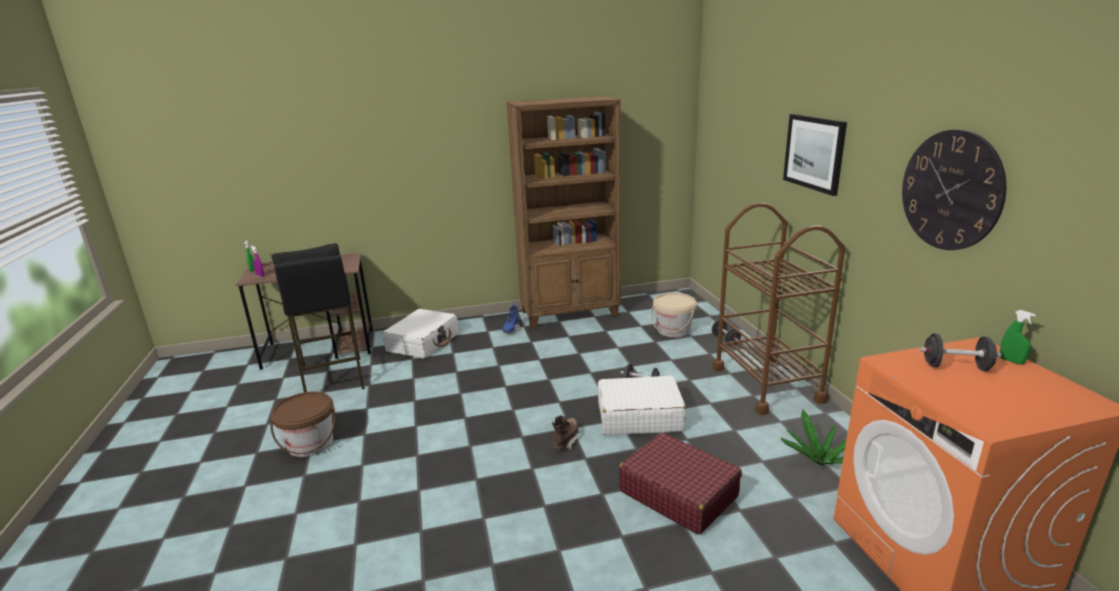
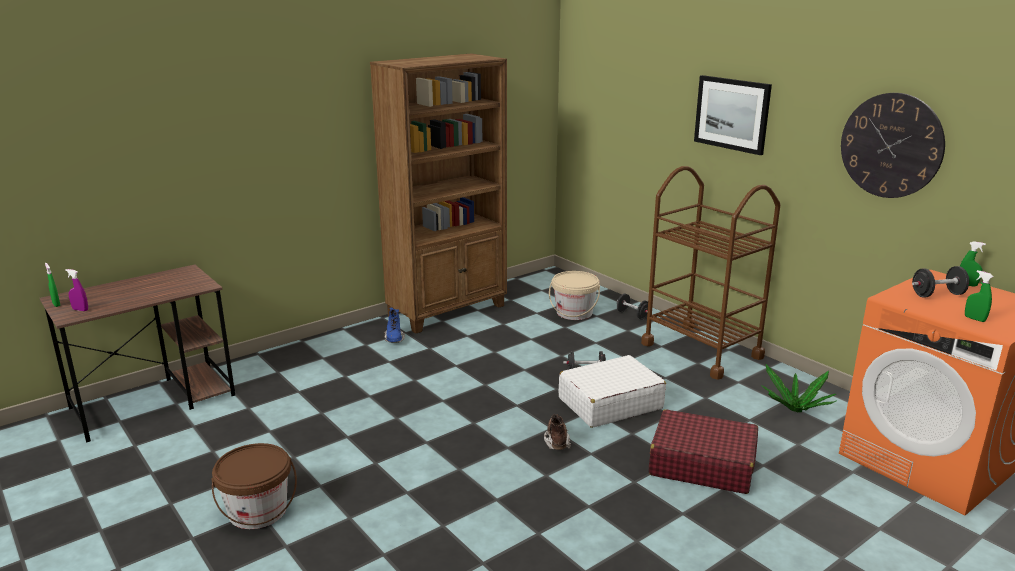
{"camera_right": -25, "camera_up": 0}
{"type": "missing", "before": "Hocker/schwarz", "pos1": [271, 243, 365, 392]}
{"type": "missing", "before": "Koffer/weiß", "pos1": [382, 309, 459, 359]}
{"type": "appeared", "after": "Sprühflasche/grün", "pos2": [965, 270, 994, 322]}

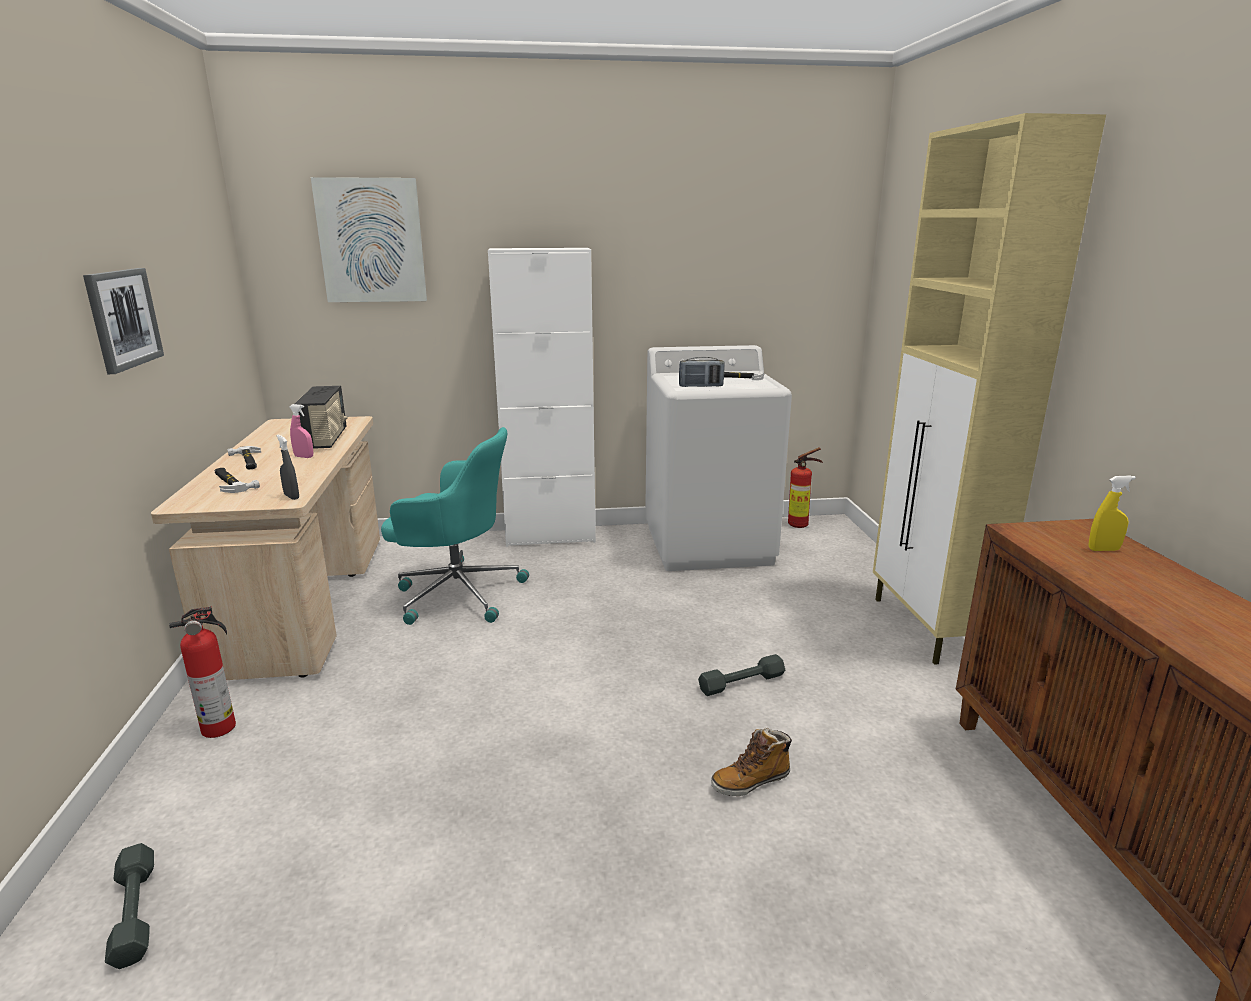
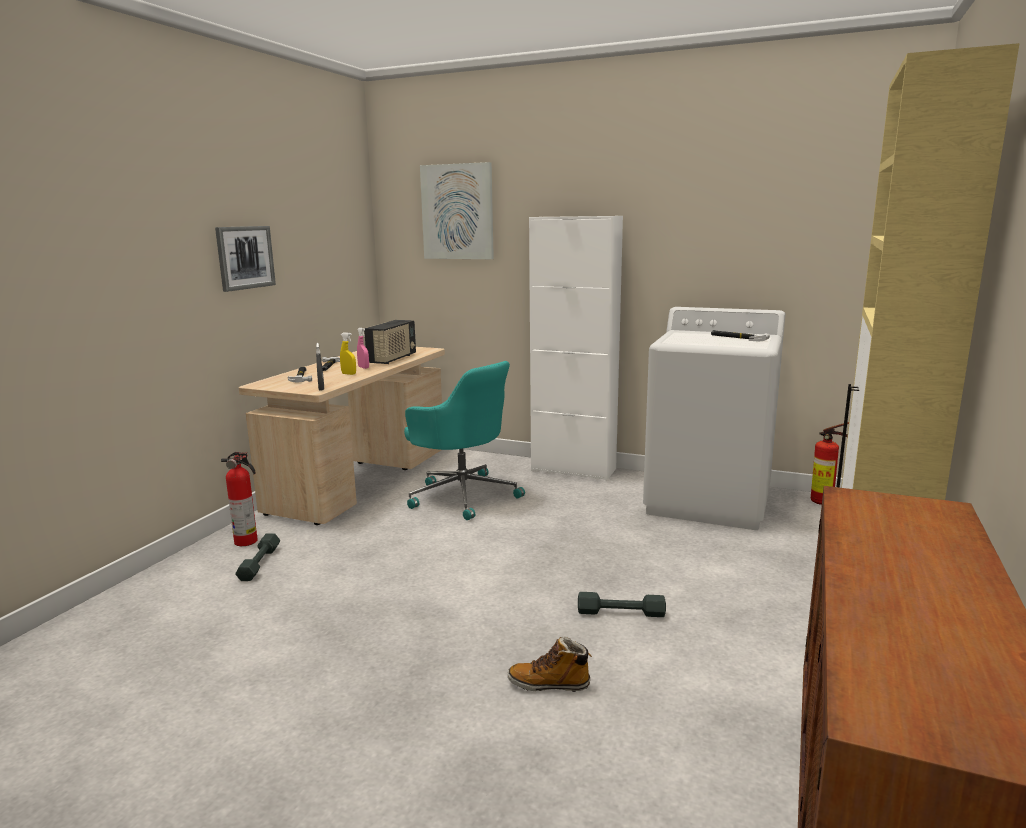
{"camera_right": 30, "camera_up": -5}
{"type": "missing", "before": "Radio", "pos1": [679, 357, 725, 387]}
{"type": "relocated", "before": "Hantel/grau", "pos1": [105, 843, 154, 969], "pos2": [235, 533, 280, 581]}
{"type": "relocated", "before": "Sprühflasche/gelb", "pos1": [1089, 475, 1136, 551], "pos2": [340, 332, 356, 375]}

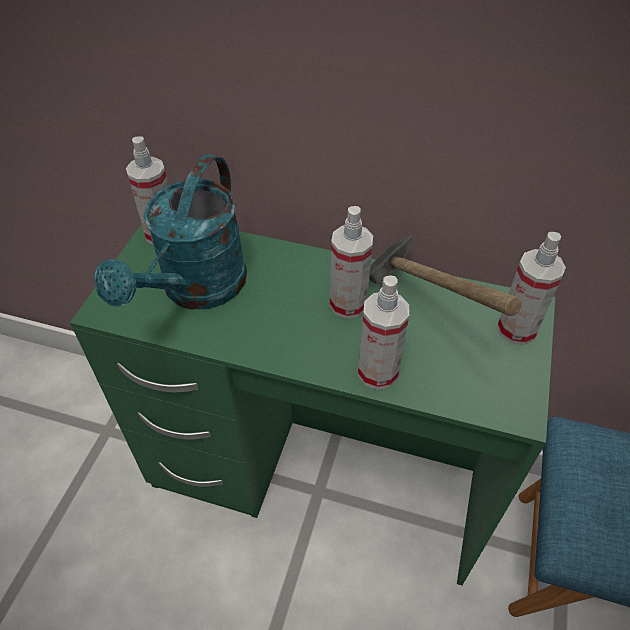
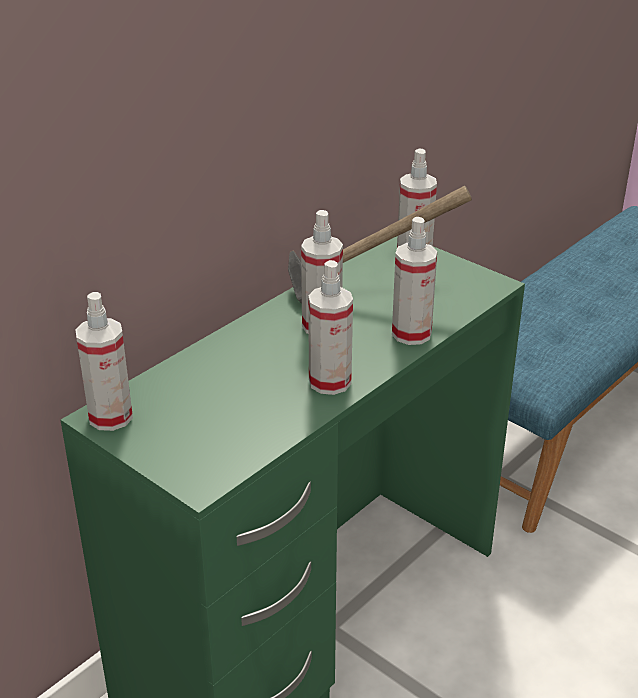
{"camera_right": -65, "camera_up": -15}
{"type": "missing", "before": "Gießkanne/türkis", "pos1": [94, 154, 247, 309]}
{"type": "appeared", "after": "Sprühflasche", "pos2": [308, 260, 353, 395]}

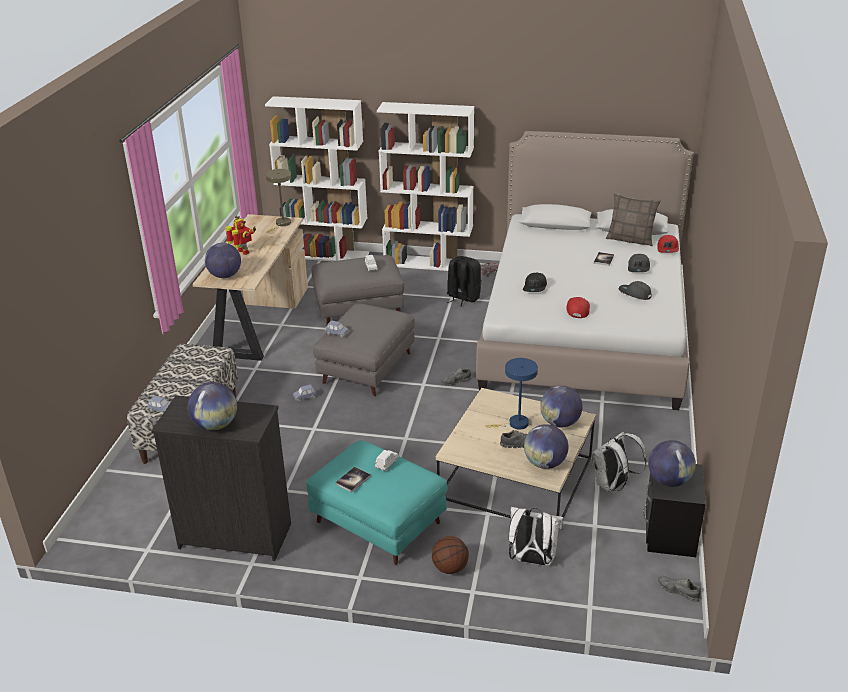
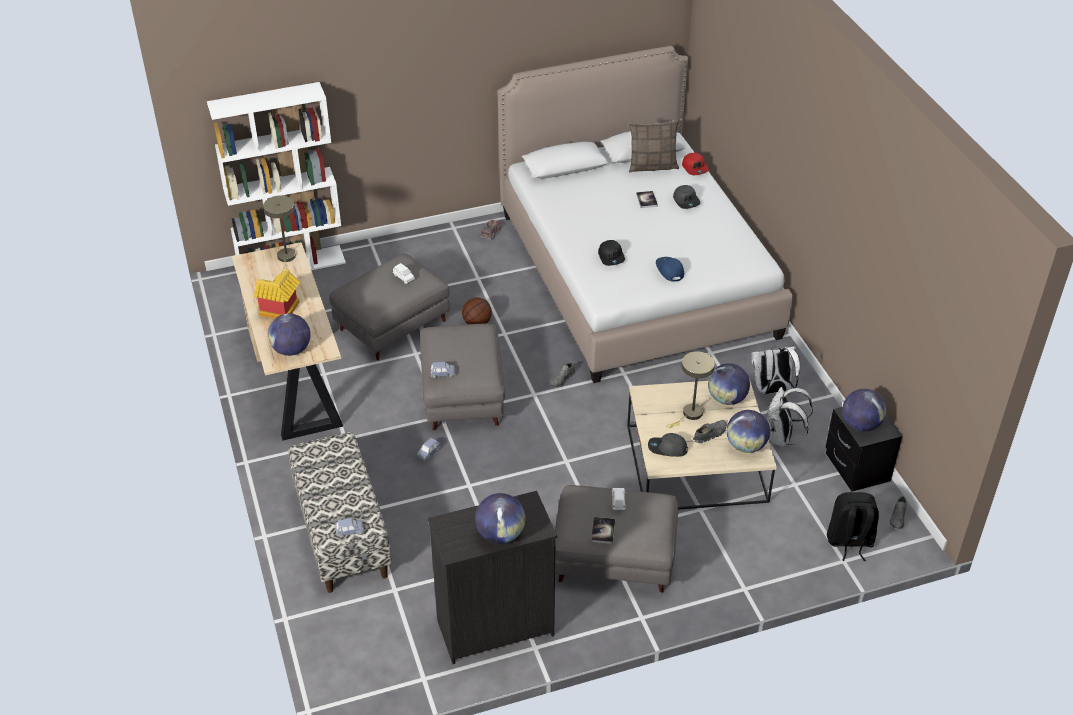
{"camera_right": -30, "camera_up": 10}
{"type": "missing", "before": "Bücherregal/weiß", "pos1": [377, 102, 474, 271]}
{"type": "relocated", "before": "Basketball", "pos1": [432, 536, 469, 574], "pos2": [462, 297, 492, 324]}
{"type": "relocated", "before": "Rucksack/schwarz", "pos1": [447, 256, 481, 307], "pos2": [827, 492, 879, 561]}
{"type": "relocated", "before": "Rucksack/weiß", "pos1": [508, 507, 563, 566], "pos2": [751, 346, 800, 394]}
{"type": "relocated", "before": "Kappe/grau", "pos1": [618, 281, 652, 300], "pos2": [648, 433, 688, 457]}
{"type": "exchanged", "before": "Spielzeugroboter", "after": "Spielzeughaus", "pos1": [225, 215, 256, 255], "pos2": [254, 270, 300, 319]}
{"type": "colour", "before": "Polsterhocker/türkis", "after": "Polsterhocker/grau", "pos1": [306, 440, 448, 565], "pos2": [555, 485, 678, 593]}
{"type": "colour", "before": "Tischlampe/blau", "after": "Tischlampe/beige", "pos1": [485, 358, 538, 429], "pos2": [666, 351, 715, 428]}
{"type": "colour", "before": "Kappe/rot", "after": "Kappe/blau", "pos1": [567, 297, 590, 318], "pos2": [656, 257, 684, 282]}
{"type": "spun", "before": "Schuh/grau", "pos1": [658, 575, 701, 602], "pos2": [890, 496, 907, 529], "turn": -75}

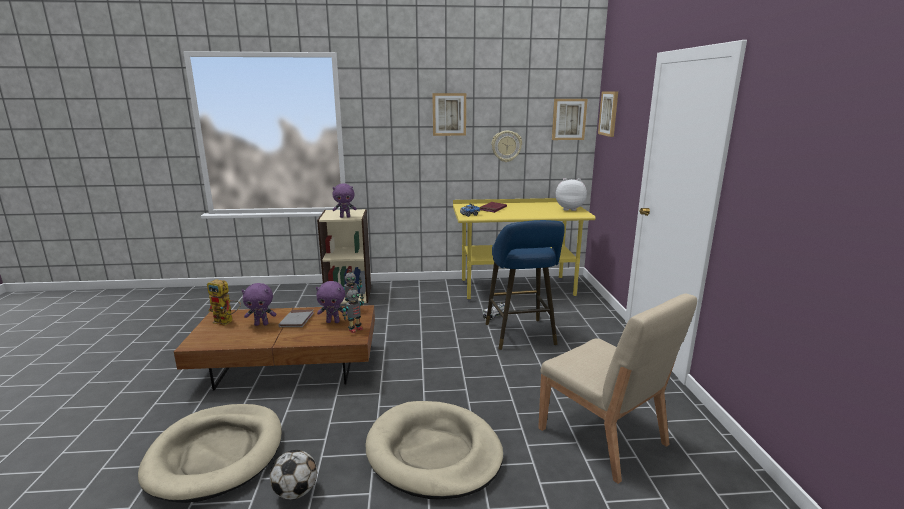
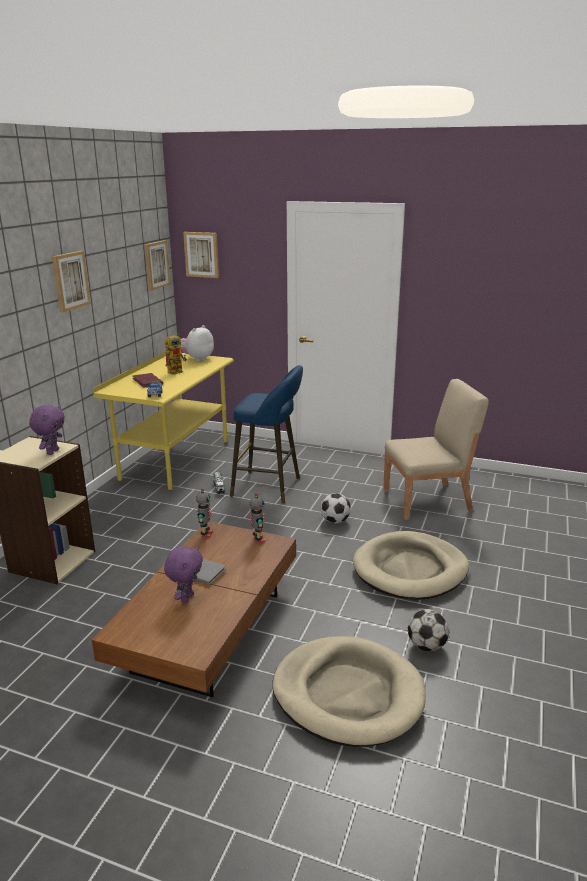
{"camera_right": -65, "camera_up": 5}
{"type": "missing", "before": "Plüschtier/lila", "pos1": [316, 281, 347, 323]}
{"type": "missing", "before": "Wanduhr", "pos1": [491, 131, 522, 162]}
{"type": "appeared", "after": "Fußball", "pos2": [321, 493, 351, 523]}
{"type": "relocated", "before": "Spielzeugroboter", "pos1": [207, 279, 241, 326], "pos2": [164, 334, 187, 375]}

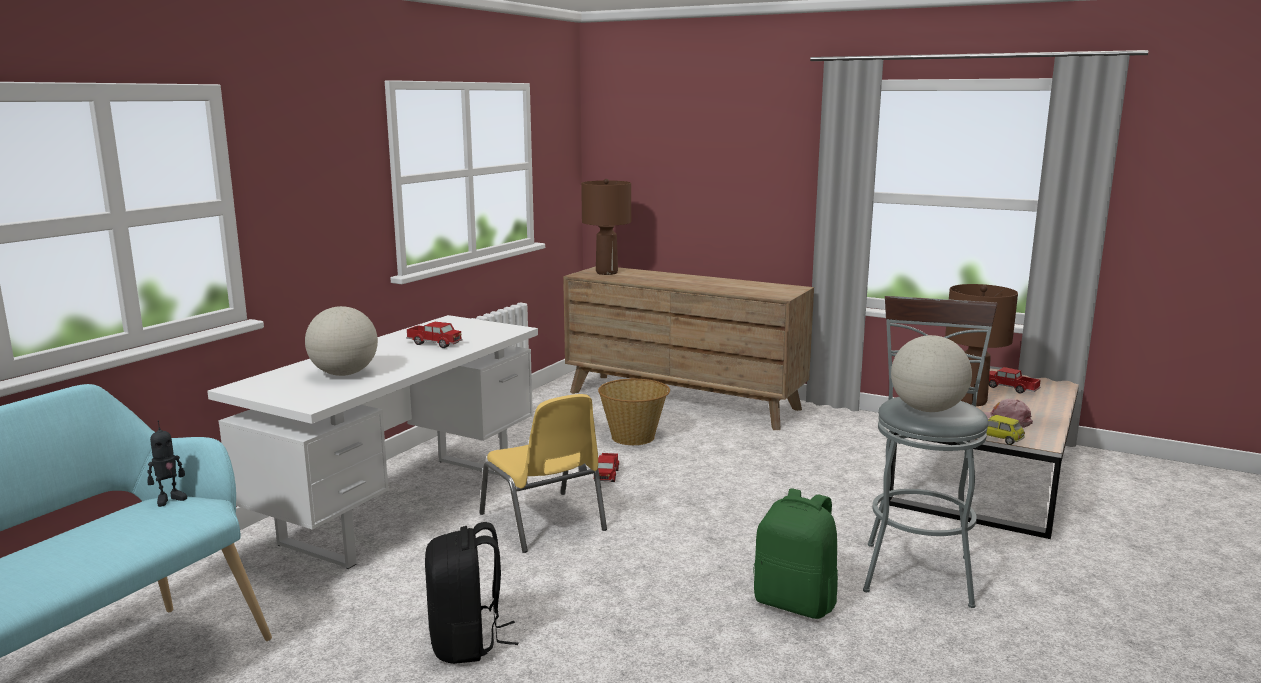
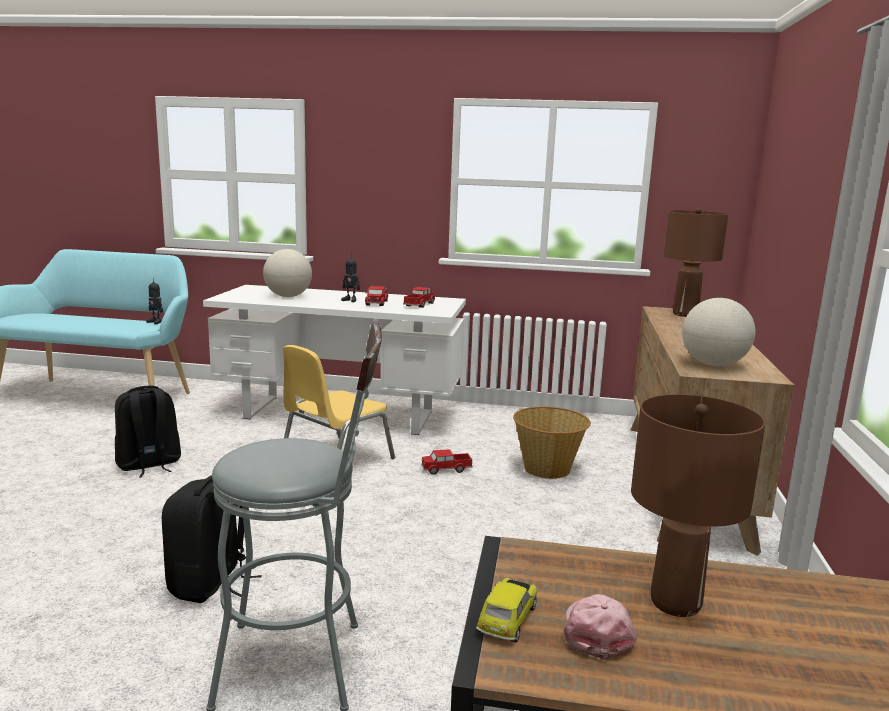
{"camera_right": 70, "camera_up": 0}
{"type": "appeared", "after": "Spielzeugroboter", "pos2": [341, 257, 360, 302]}
{"type": "relocated", "before": "Globus", "pos1": [891, 335, 972, 412], "pos2": [682, 298, 755, 366]}
{"type": "relocated", "before": "Spielzeuglaster", "pos1": [989, 367, 1041, 394], "pos2": [403, 287, 435, 308]}
{"type": "colour", "before": "Rucksack/grün", "after": "Rucksack/schwarz", "pos1": [753, 489, 838, 619], "pos2": [162, 475, 262, 603]}

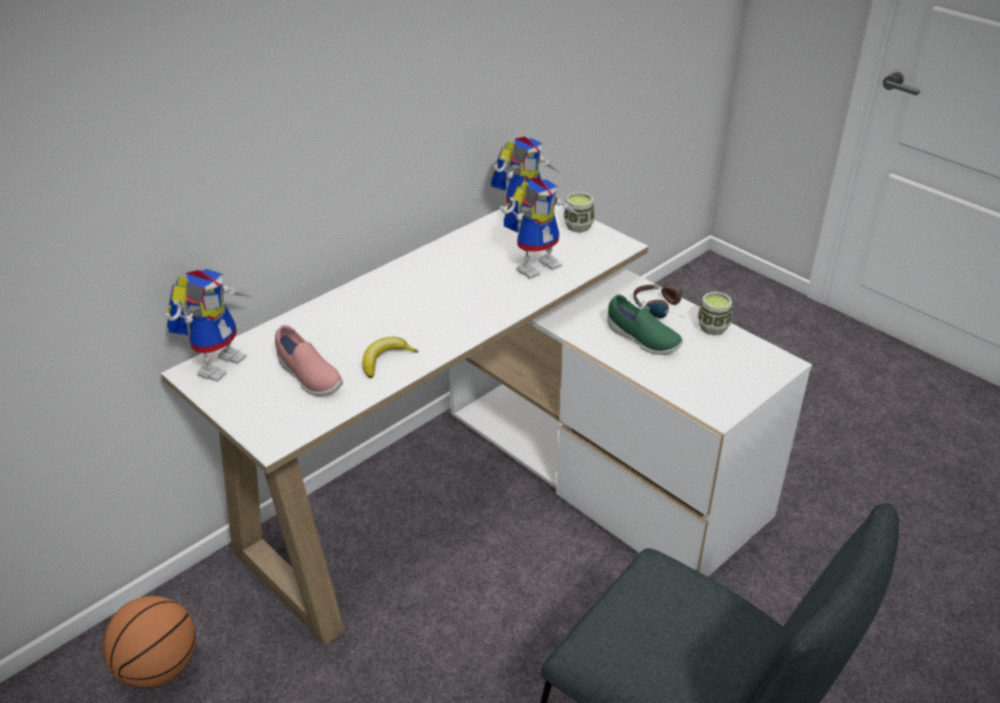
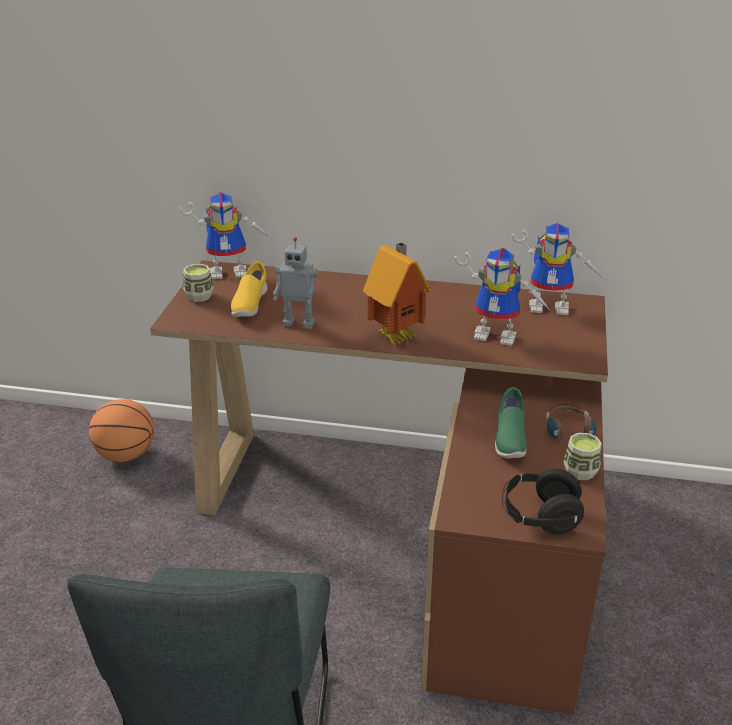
{"camera_right": 55, "camera_up": -5}
{"type": "appeared", "after": "Spielzeughaus", "pos2": [363, 242, 431, 345]}
{"type": "appeared", "after": "Kopfhörer/schwarz", "pos2": [502, 468, 584, 534]}
{"type": "relocated", "before": "Tasse", "pos1": [563, 192, 594, 233], "pos2": [183, 264, 214, 302]}
{"type": "exchanged", "before": "Banane", "after": "Spielzeugroboter", "pos1": [362, 337, 418, 378], "pos2": [273, 237, 318, 329]}
{"type": "colour", "before": "Schreibtisch/weiß", "after": "Schreibtisch/braun", "pos1": [161, 204, 812, 645], "pos2": [150, 260, 608, 715]}
{"type": "colour", "before": "Schuh/rosa", "after": "Schuh/gelb", "pos1": [275, 325, 343, 396], "pos2": [231, 261, 268, 317]}

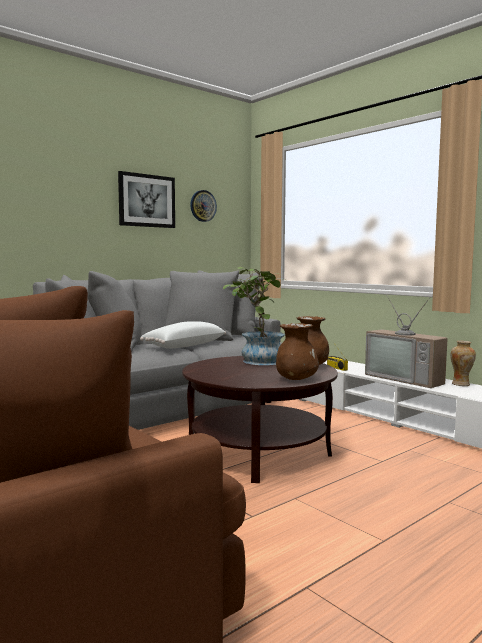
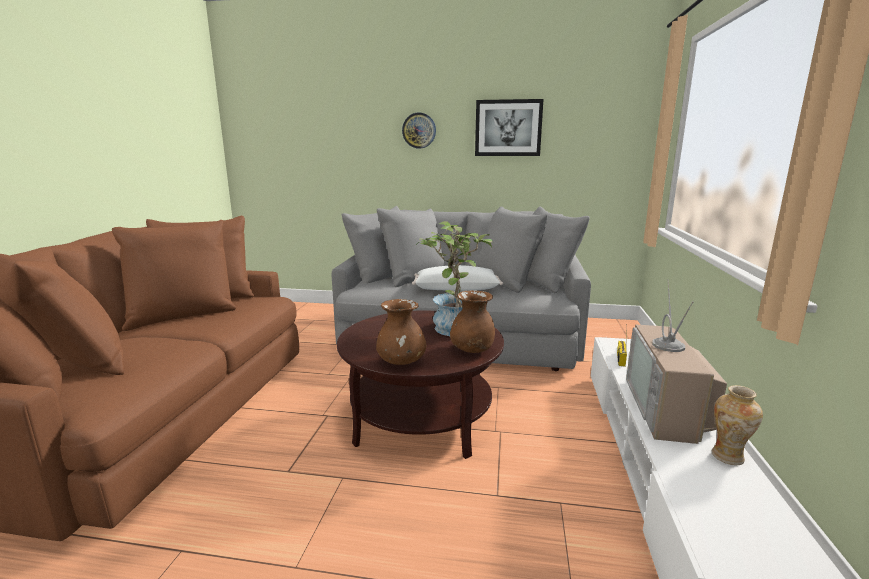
{"camera_right": 50, "camera_up": 10}
{"type": "relocated", "before": "Wanduhr", "pos1": [190, 190, 217, 222], "pos2": [402, 113, 436, 148]}

